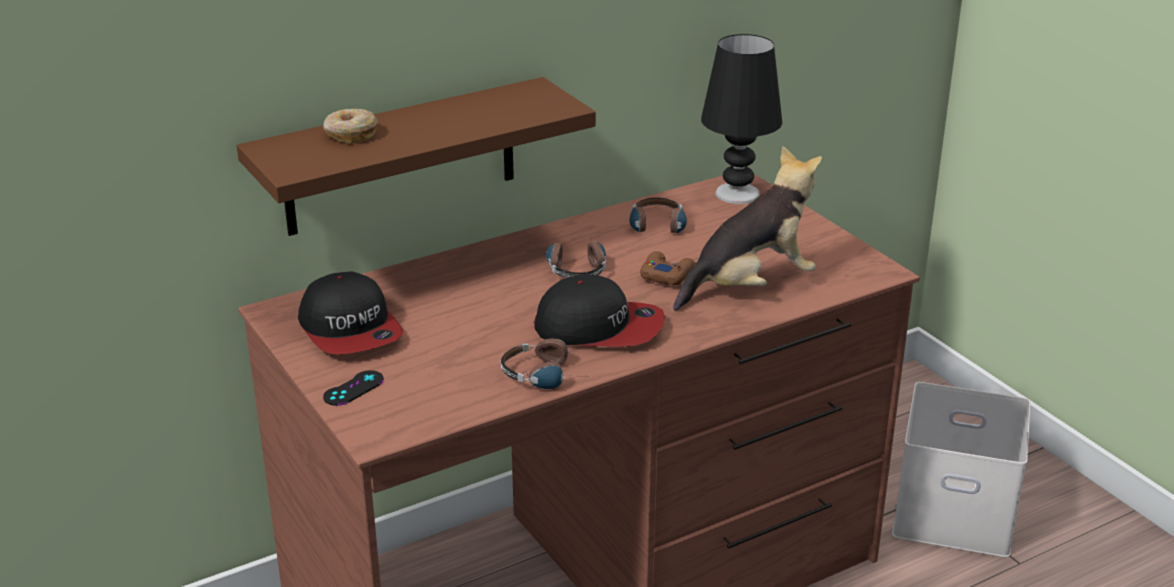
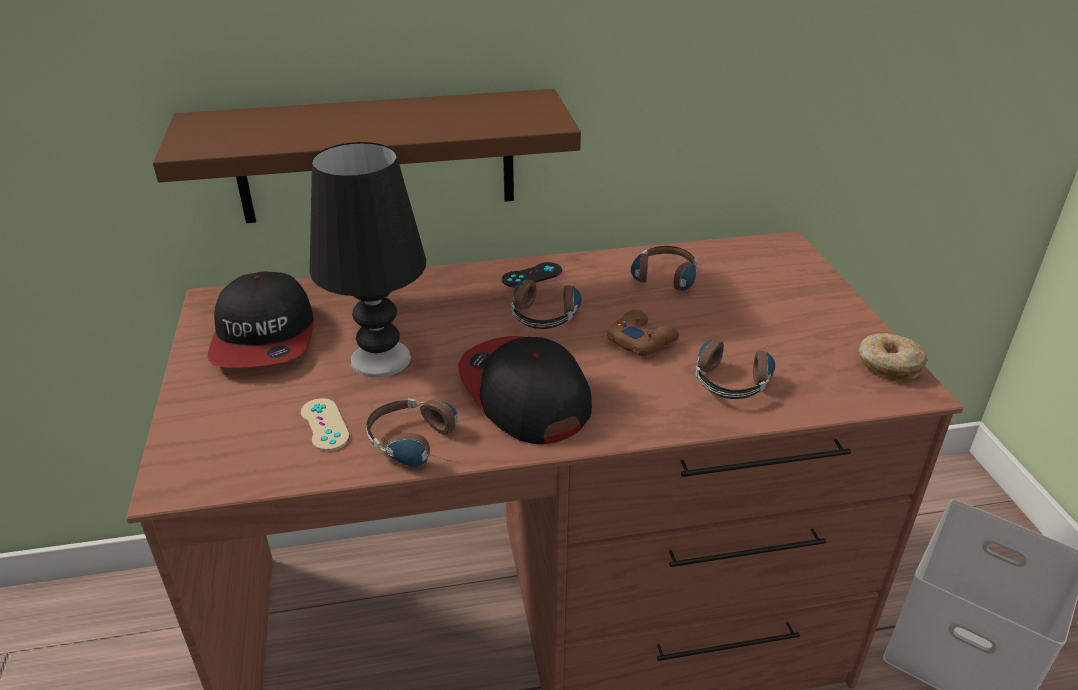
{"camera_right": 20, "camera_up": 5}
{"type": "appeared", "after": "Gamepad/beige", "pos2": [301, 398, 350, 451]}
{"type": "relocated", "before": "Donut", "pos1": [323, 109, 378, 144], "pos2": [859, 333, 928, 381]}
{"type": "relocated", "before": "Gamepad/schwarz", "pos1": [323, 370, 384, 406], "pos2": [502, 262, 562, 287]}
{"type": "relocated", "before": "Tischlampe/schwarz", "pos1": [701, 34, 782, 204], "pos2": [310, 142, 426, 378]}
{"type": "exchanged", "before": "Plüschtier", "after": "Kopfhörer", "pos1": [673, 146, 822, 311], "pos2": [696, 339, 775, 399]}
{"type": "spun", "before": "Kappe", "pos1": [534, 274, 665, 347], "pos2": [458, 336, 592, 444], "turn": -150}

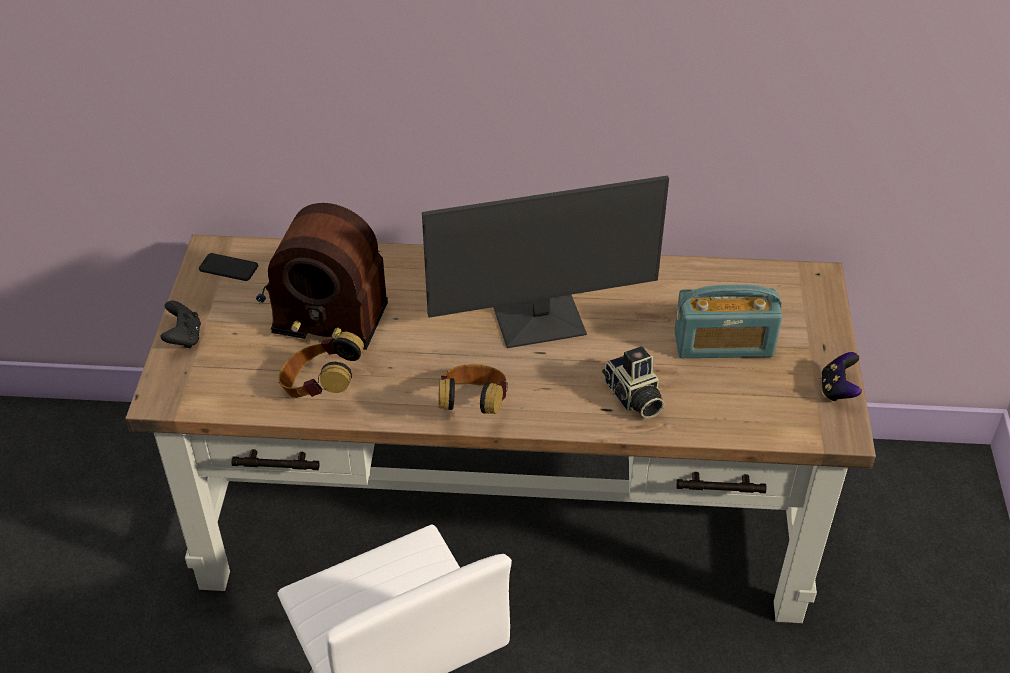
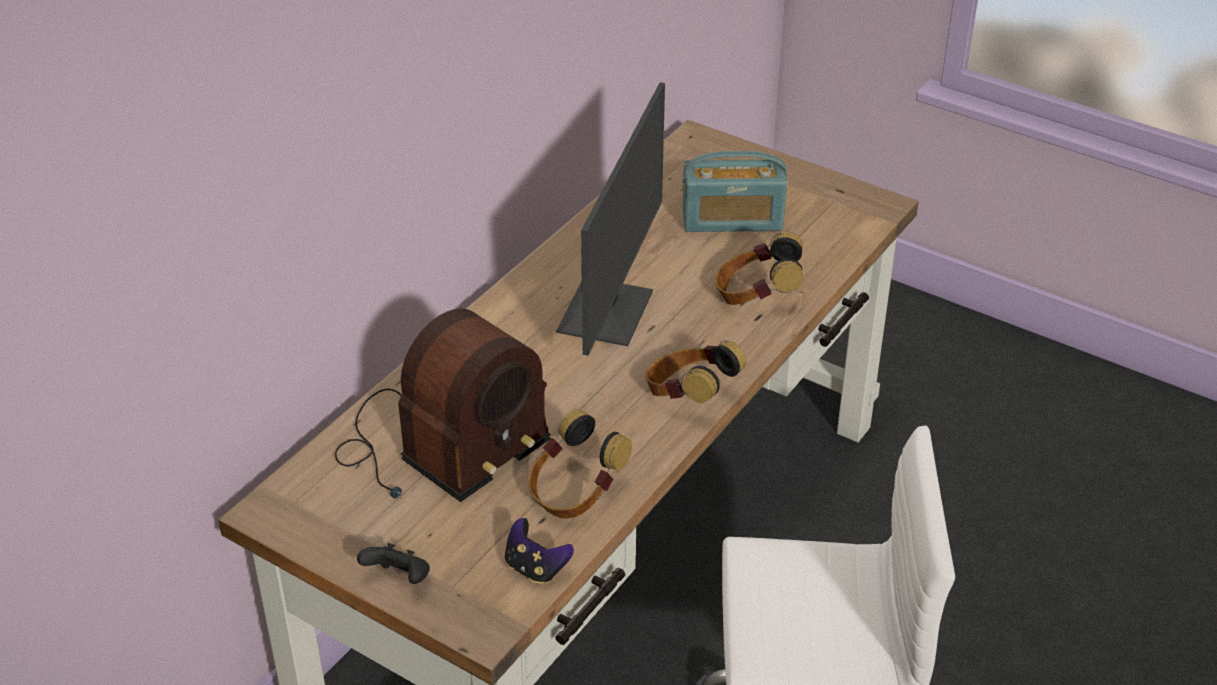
{"camera_right": -60, "camera_up": -5}
{"type": "missing", "before": "Handy", "pos1": [199, 253, 258, 281]}
{"type": "relocated", "before": "Gamepad", "pos1": [821, 352, 862, 402], "pos2": [505, 518, 574, 584]}
{"type": "exchanged", "before": "Kamera", "after": "Kopfhörer", "pos1": [602, 346, 665, 419], "pos2": [715, 232, 803, 305]}
{"type": "spun", "before": "Radio", "pos1": [674, 284, 782, 358], "pos2": [682, 151, 788, 232], "turn": 60}

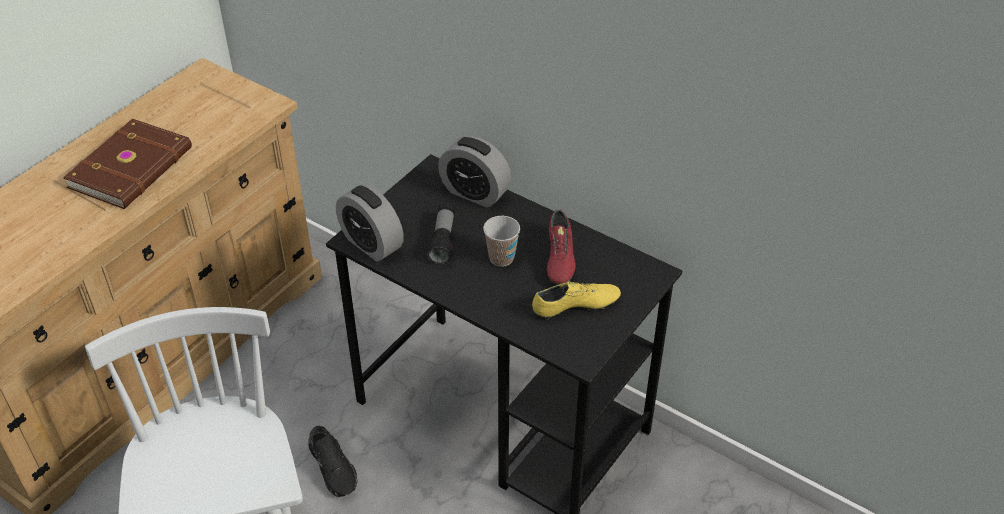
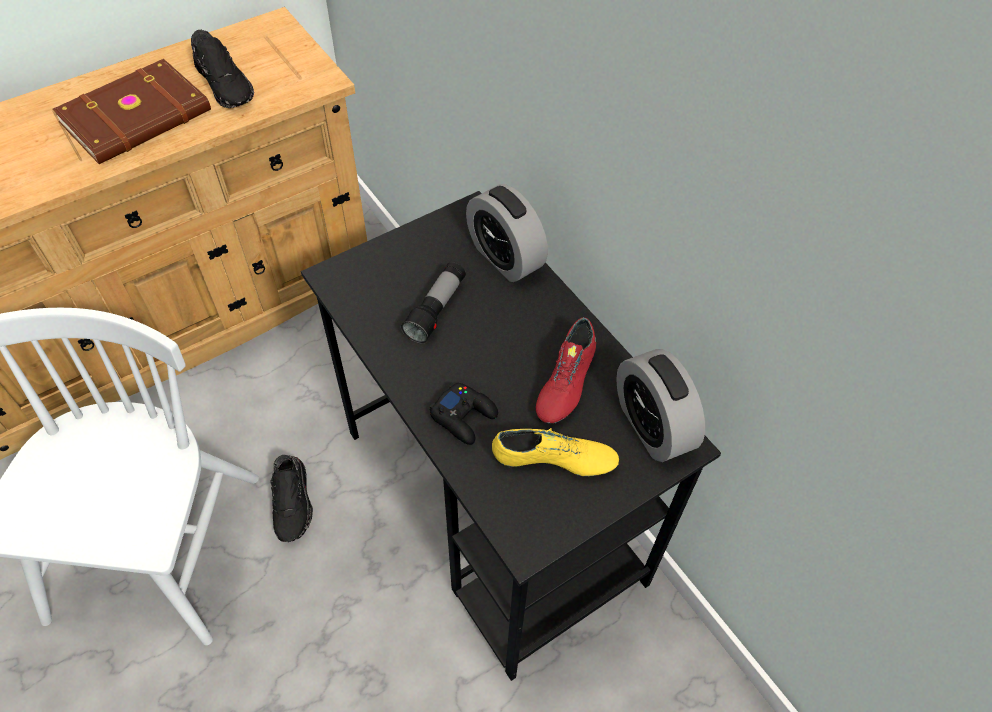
{"camera_right": 20, "camera_up": 10}
{"type": "missing", "before": "Tasse", "pos1": [483, 216, 520, 267]}
{"type": "appeared", "after": "Schuh/schwarz", "pos2": [191, 30, 254, 108]}
{"type": "appeared", "after": "Gamepad/schwarz", "pos2": [430, 383, 498, 445]}
{"type": "relocated", "before": "Wecker", "pos1": [336, 184, 404, 262], "pos2": [616, 349, 705, 462]}

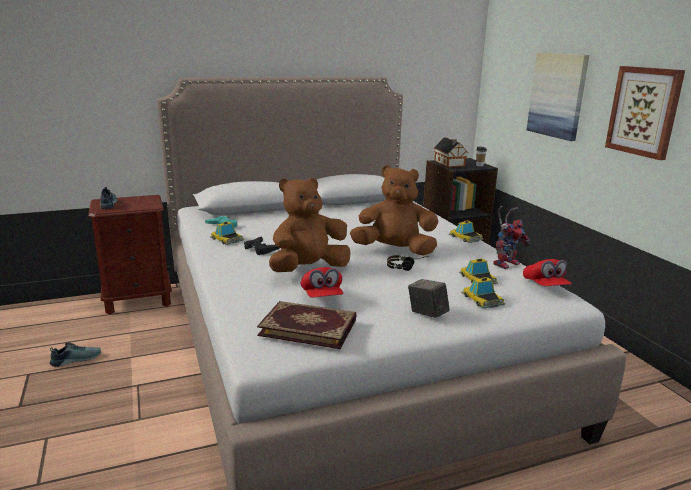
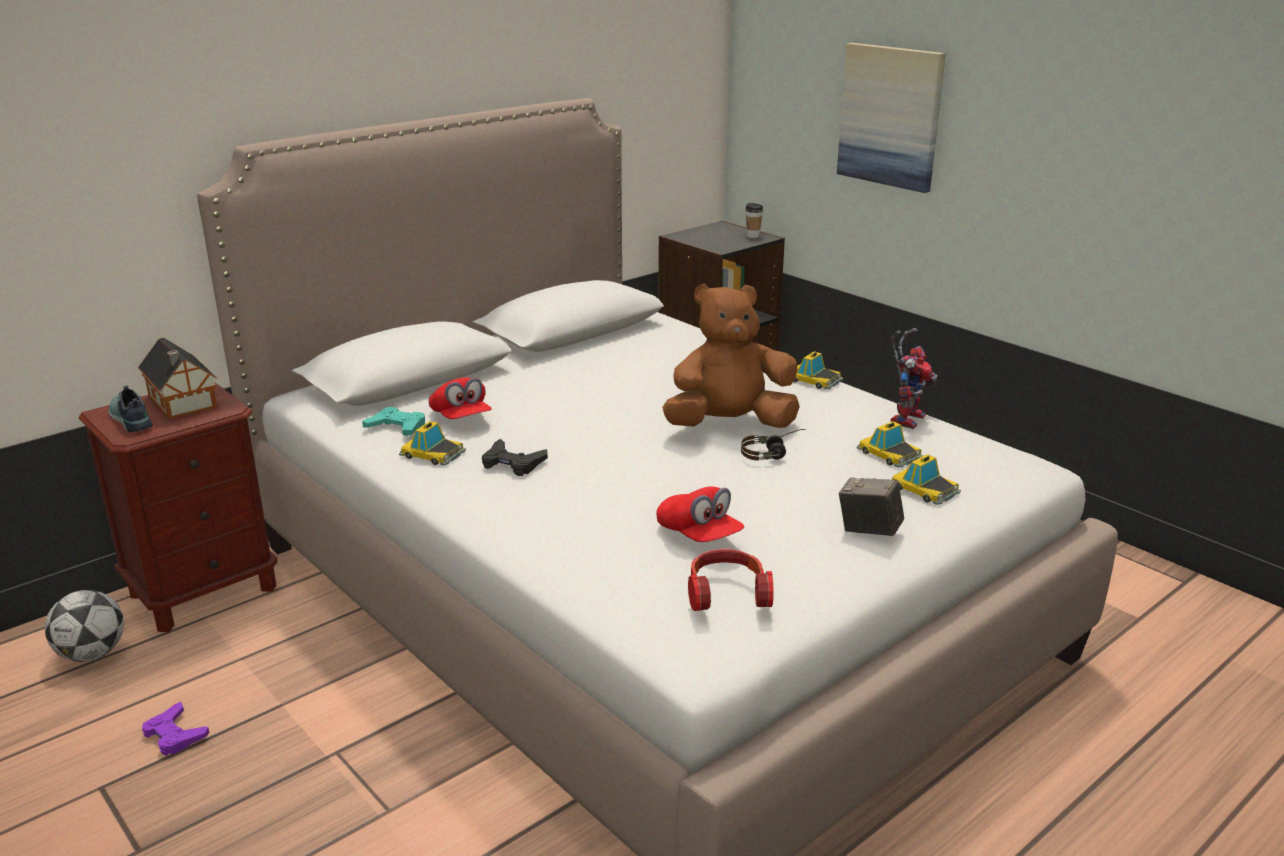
{"camera_right": -20, "camera_up": 5}
{"type": "missing", "before": "Plüschtier/braun", "pos1": [269, 177, 351, 272]}
{"type": "missing", "before": "Bild", "pos1": [605, 66, 685, 160]}
{"type": "appeared", "after": "Fußball", "pos2": [45, 590, 124, 662]}
{"type": "relocated", "before": "Spielzeughaus", "pos1": [434, 137, 469, 167], "pos2": [138, 338, 217, 419]}
{"type": "relocated", "before": "Kappe/rot", "pos1": [523, 259, 572, 286], "pos2": [429, 377, 492, 419]}
{"type": "exchanged", "before": "Schuh", "after": "Gamepad/lila", "pos1": [50, 341, 101, 367], "pos2": [142, 702, 209, 756]}
{"type": "exchanged", "before": "Buch", "after": "Kopfhörer", "pos1": [257, 301, 356, 349], "pos2": [688, 549, 774, 611]}

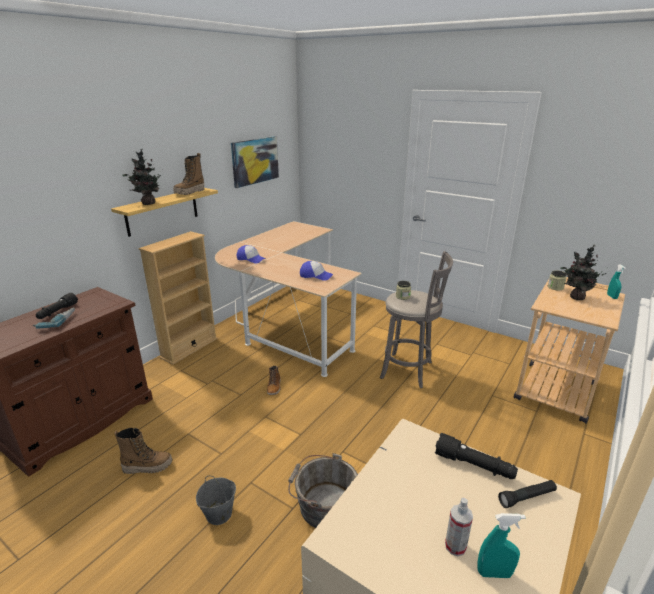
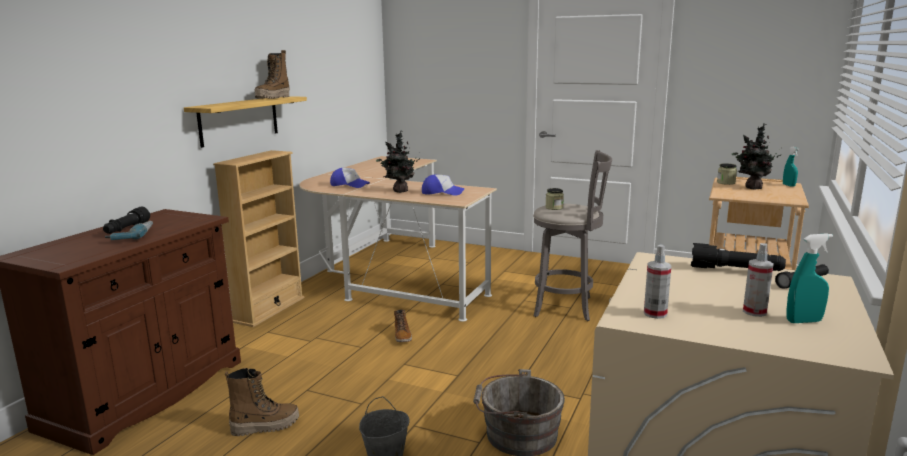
{"camera_right": -10, "camera_up": -10}
{"type": "missing", "before": "Bild", "pos1": [231, 136, 279, 188]}
{"type": "appeared", "after": "Sprühflasche", "pos2": [644, 245, 671, 319]}
{"type": "relocated", "before": "Topfpflanze", "pos1": [123, 148, 161, 205], "pos2": [376, 130, 420, 193]}

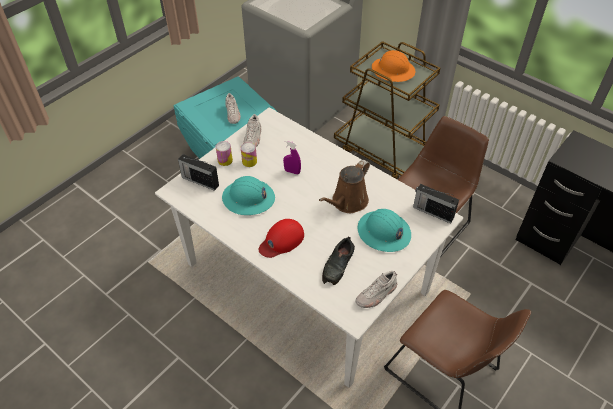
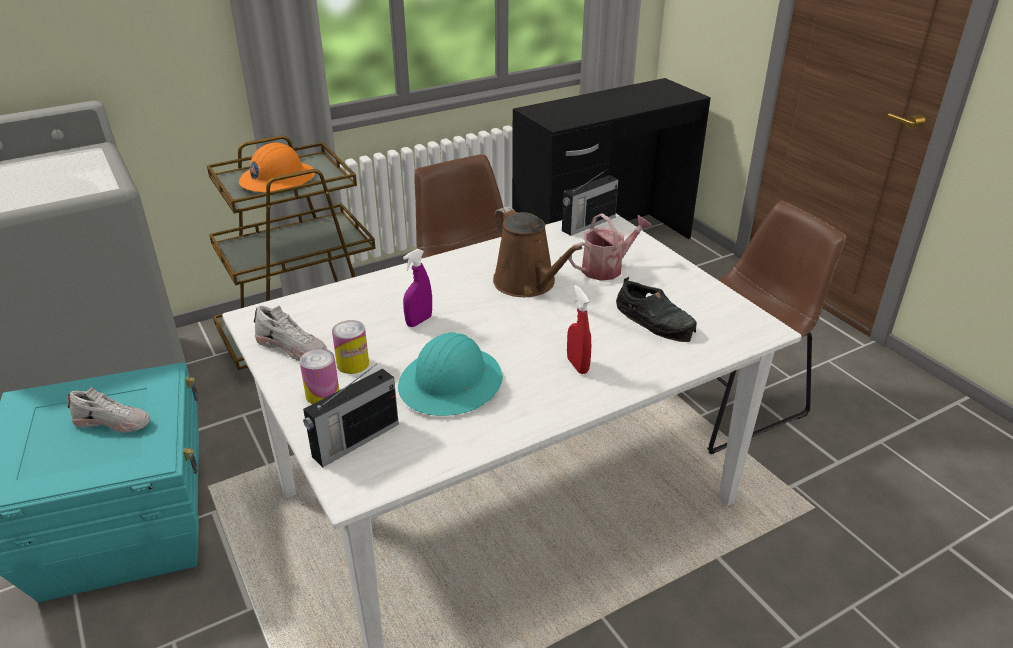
{"camera_right": -70, "camera_up": -15}
{"type": "missing", "before": "Schuh/weiß", "pos1": [355, 271, 397, 308]}
{"type": "exchanged", "before": "Kappe/rot", "after": "Sprühflasche/rot", "pos1": [259, 219, 304, 258], "pos2": [567, 285, 591, 374]}
{"type": "exchanged", "before": "Schutzhelm/türkis", "after": "Gießkanne", "pos1": [358, 209, 411, 252], "pos2": [568, 213, 652, 281]}

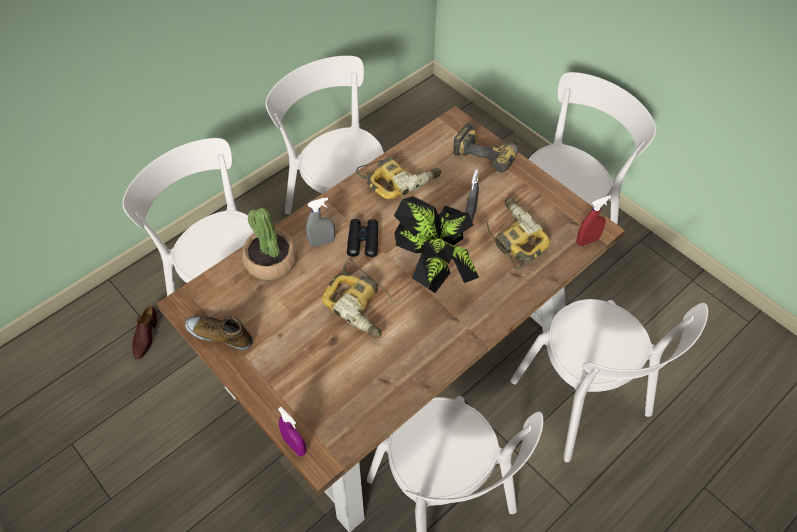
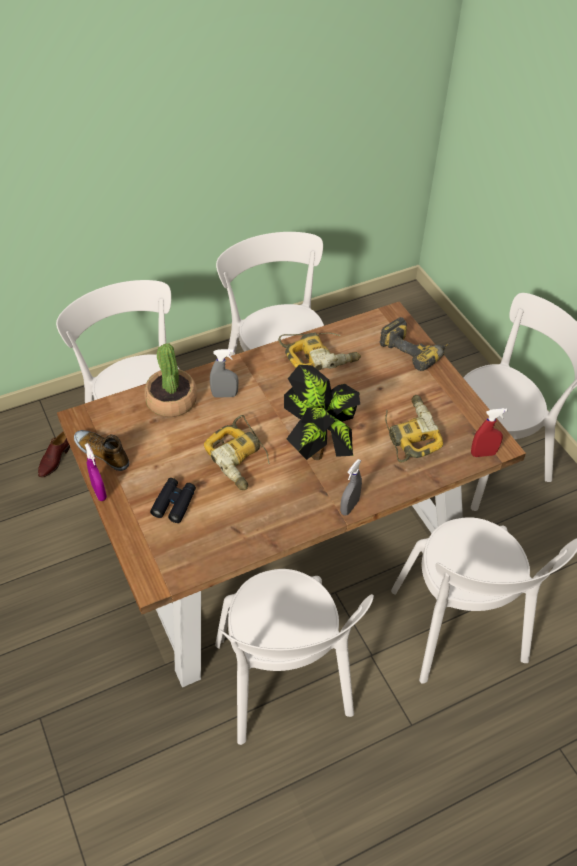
{"camera_right": 15, "camera_up": -5}
{"type": "relocated", "before": "Sprühflasche/lila", "pos1": [278, 407, 306, 456], "pos2": [85, 443, 107, 501]}
{"type": "relocated", "before": "Fernglas/schwarz", "pos1": [347, 219, 378, 257], "pos2": [150, 478, 196, 523]}
{"type": "relocated", "before": "Sprühflasche/grau", "pos1": [465, 169, 479, 222], "pos2": [340, 459, 362, 516]}

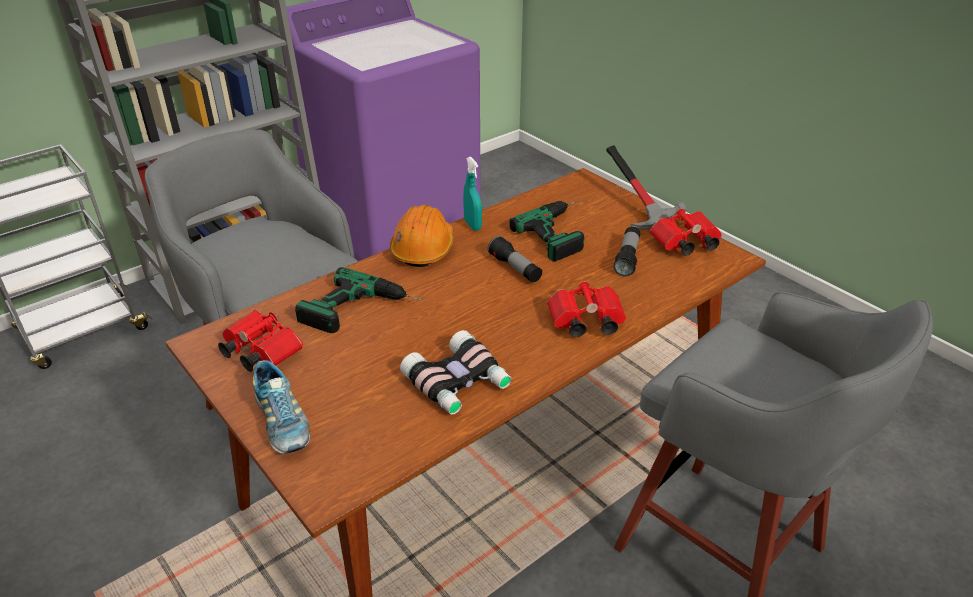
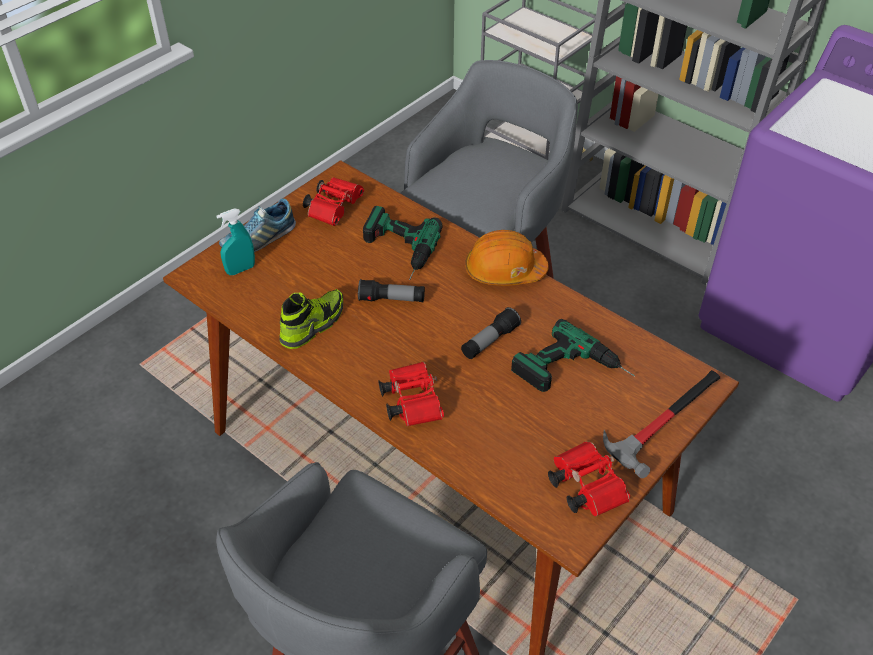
{"camera_right": 80, "camera_up": 10}
{"type": "relocated", "before": "Sprühflasche/türkis", "pos1": [463, 157, 482, 231], "pos2": [217, 209, 255, 275]}
{"type": "relocated", "before": "Taschenlampe", "pos1": [613, 227, 640, 276], "pos2": [358, 279, 425, 302]}
{"type": "exchanged", "before": "Fernglas", "after": "Schuh", "pos1": [400, 330, 511, 414], "pos2": [279, 289, 343, 349]}

